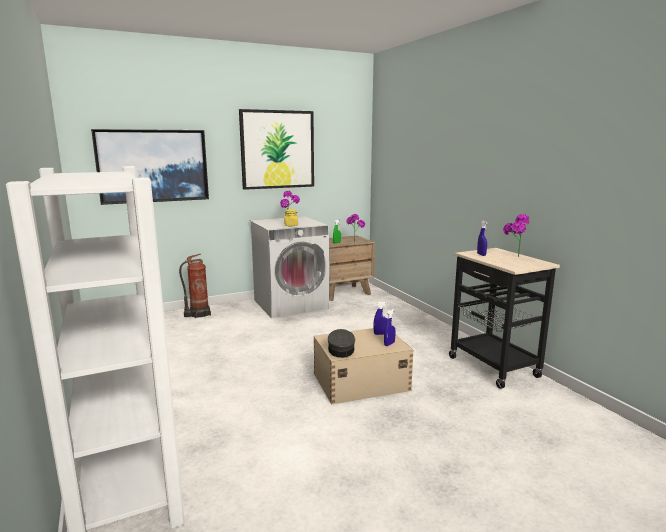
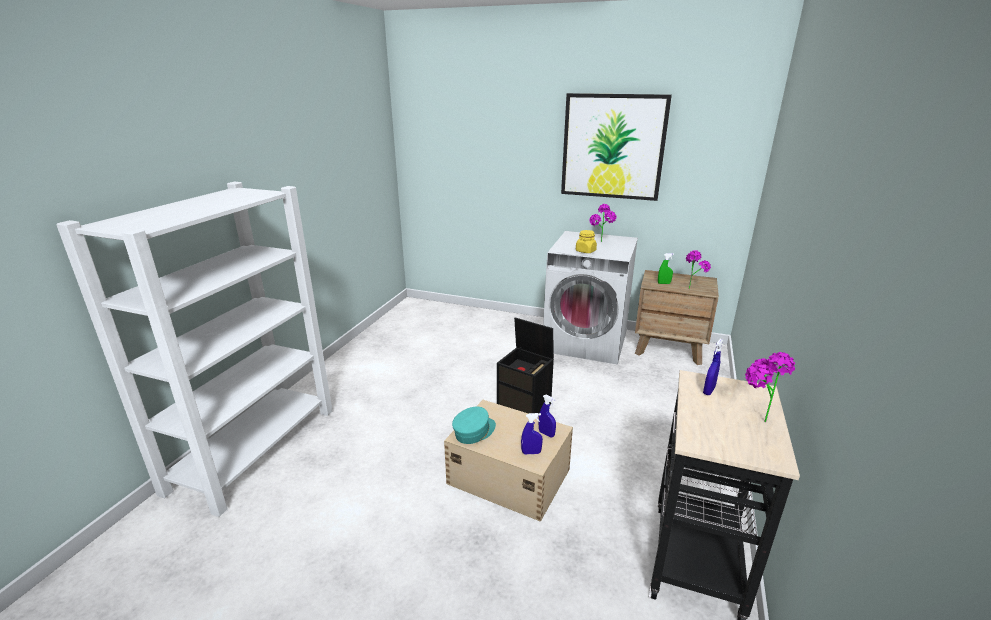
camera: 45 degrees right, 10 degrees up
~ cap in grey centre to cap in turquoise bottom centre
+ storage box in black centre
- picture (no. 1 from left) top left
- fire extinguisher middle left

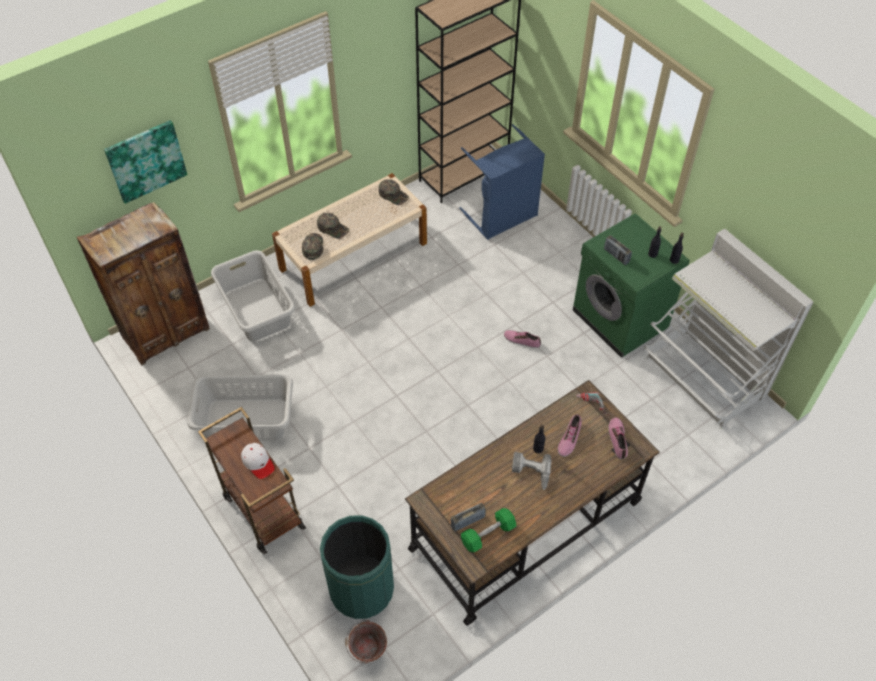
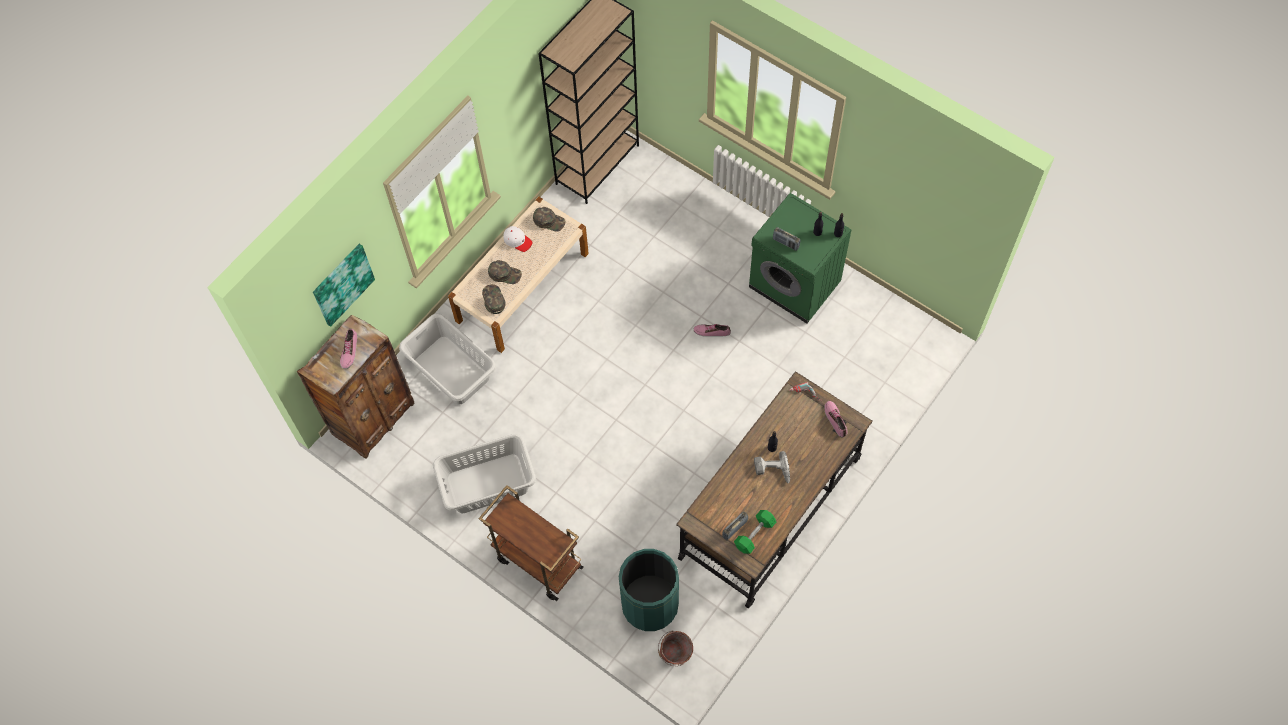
camera: 15 degrees left, 10 degrees up
~ shoe (no. 2 from left in the first image) centre to shoe (no. 1 from left) middle left
~ cap in white bottom left to top centre
- laundry basket in blue top centre
- shoe rack in white middle right

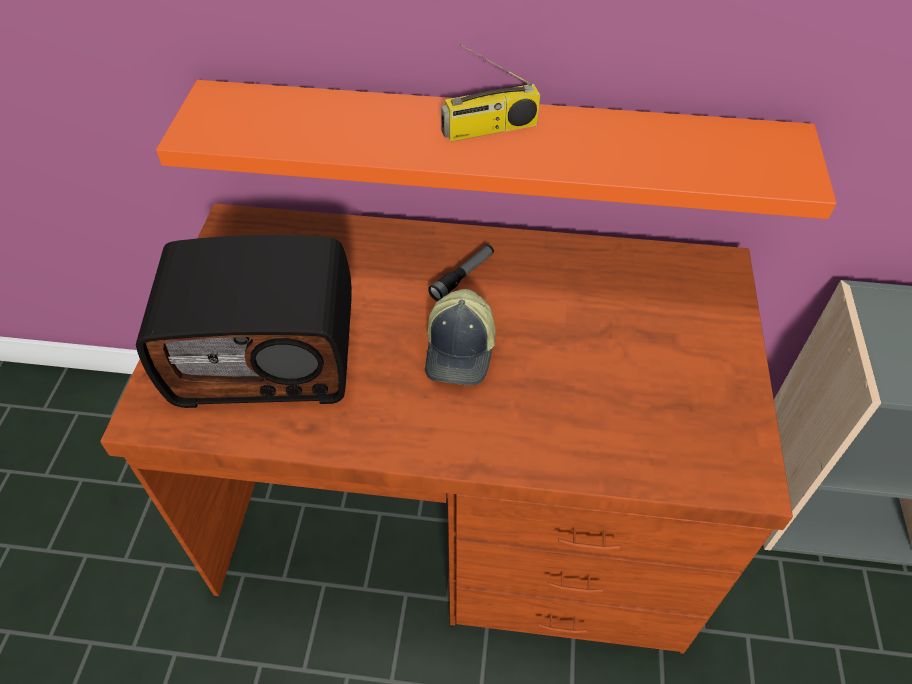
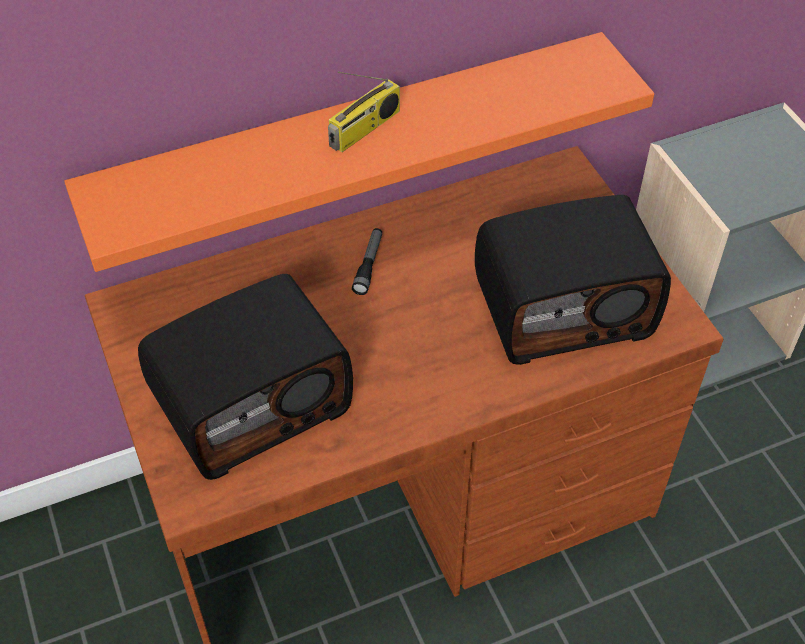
camera: 30 degrees left, 0 degrees up
+ radio (no. 3 from left) middle right
- cap centre

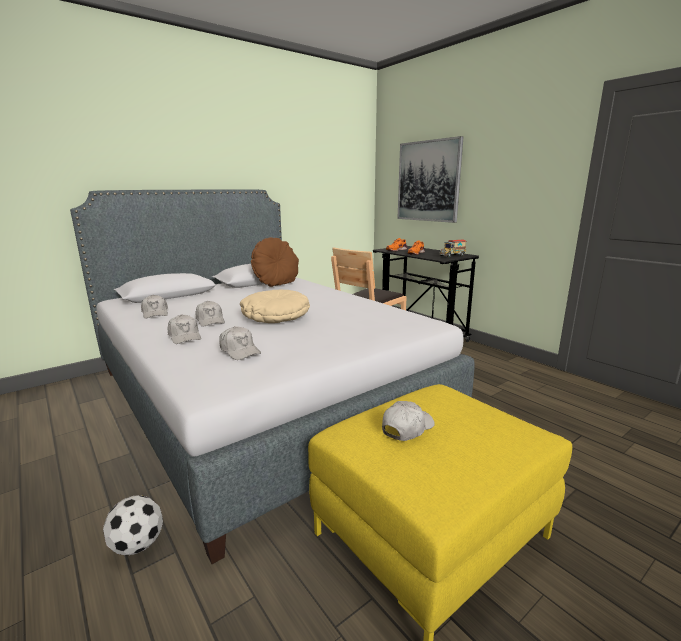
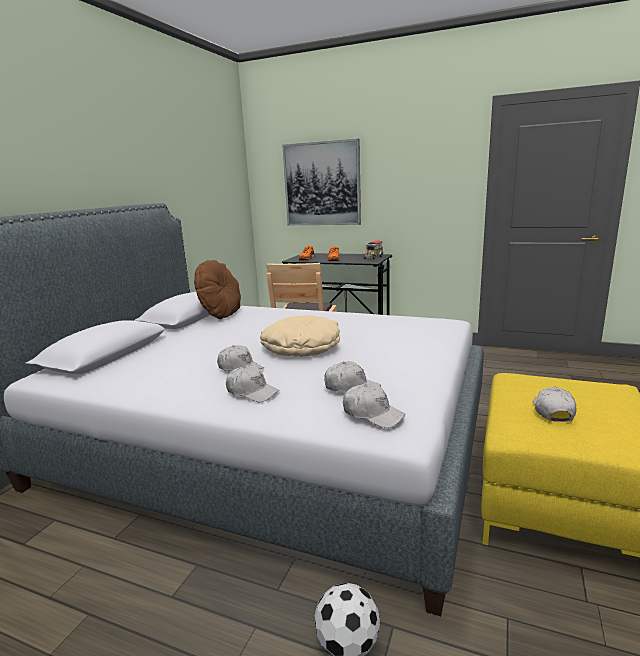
camera: 30 degrees left, 0 degrees up
~ cap in white (no. 1 from left in the first image) middle left to cap in white (no. 4 from left) centre

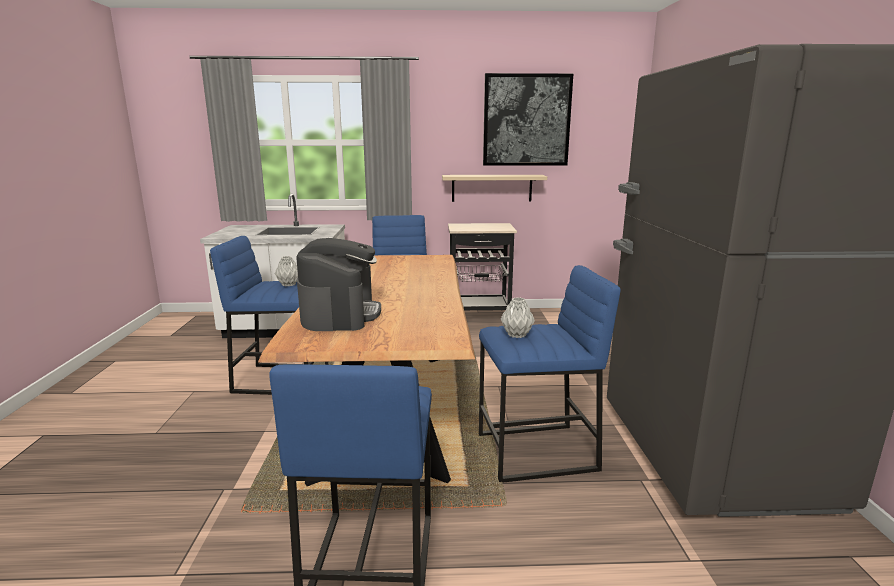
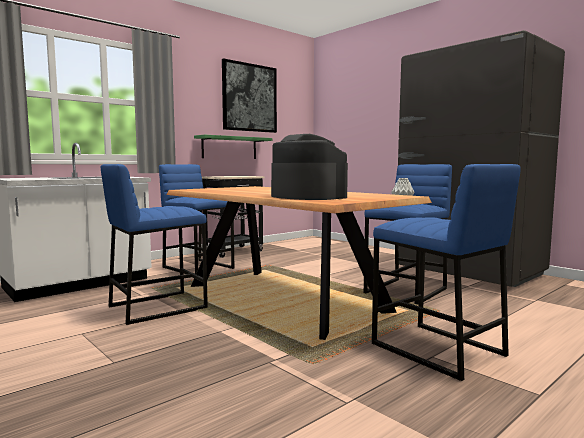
camera: 40 degrees left, 10 degrees down
~ shelf in beige top centre to shelf in green centre
- vase in grey (no. 1 from left) middle left

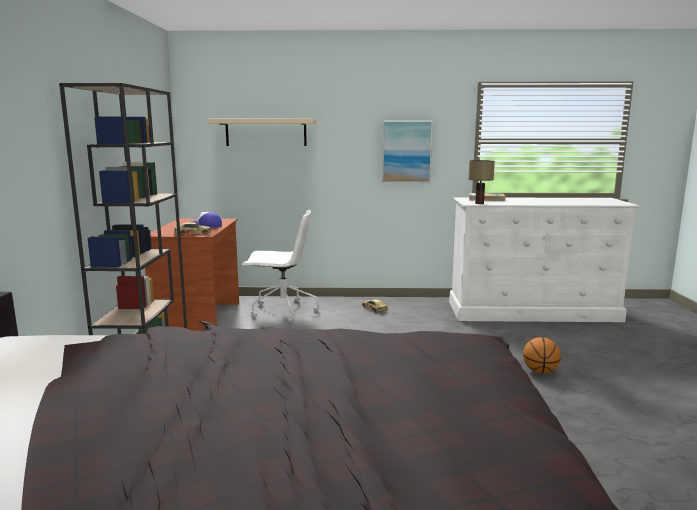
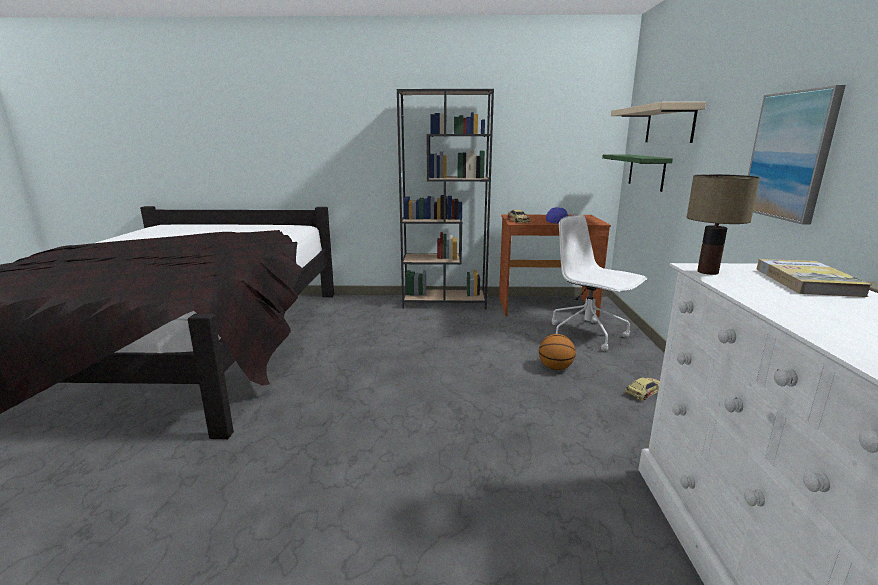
camera: 90 degrees right, 5 degrees up
~ basketball bottom right to centre
~ office chair in white centre = middle right 135 degrees clockwise
+ shelf in green top right

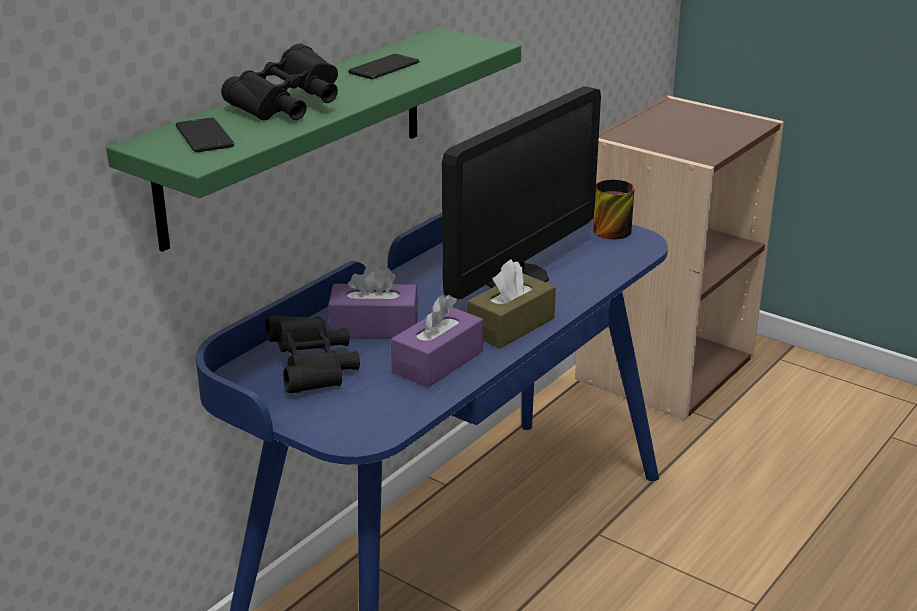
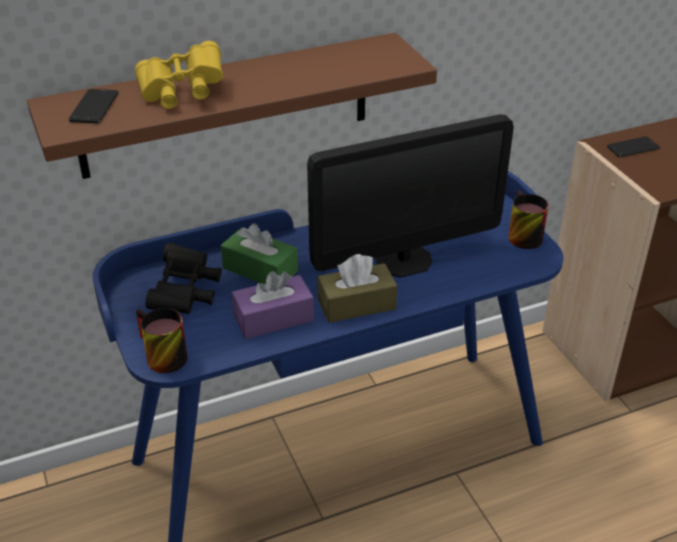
camera: 30 degrees right, 10 degrees up
~ shelf in green top centre to shelf in brown top centre
~ binoculars in black (no. 1 from left) top left to binoculars in yellow top left
+ mug (no. 1 from left) middle left
~ tissue box in purple (no. 1 from left) centre to tissue box in green centre
~ phone (no. 2 from left) top centre to top right

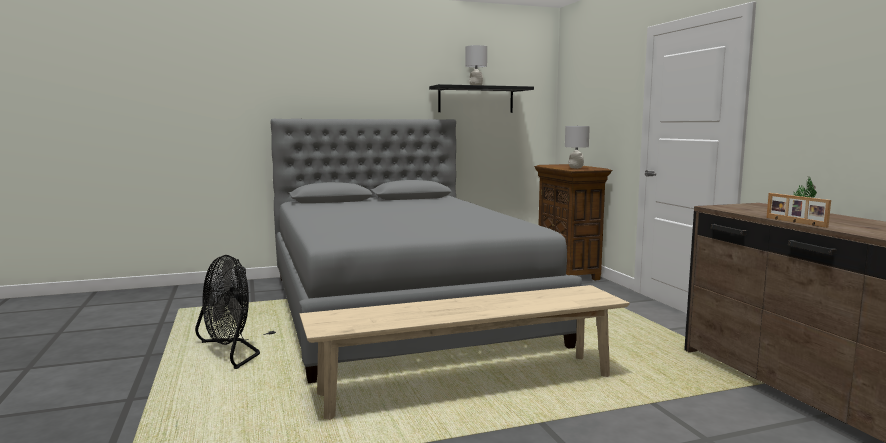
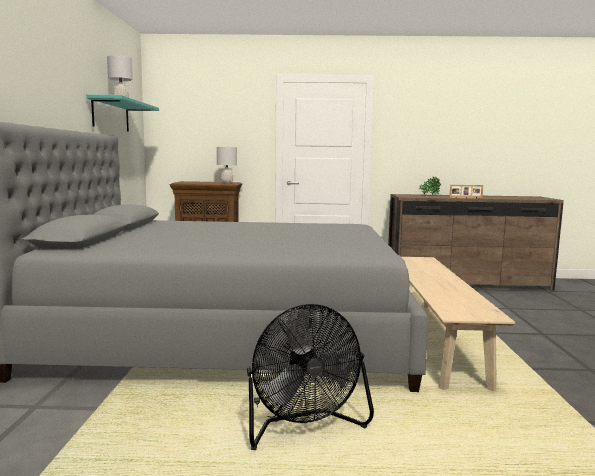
camera: 70 degrees left, 0 degrees up
~ shelf in black top centre to shelf in turquoise top left

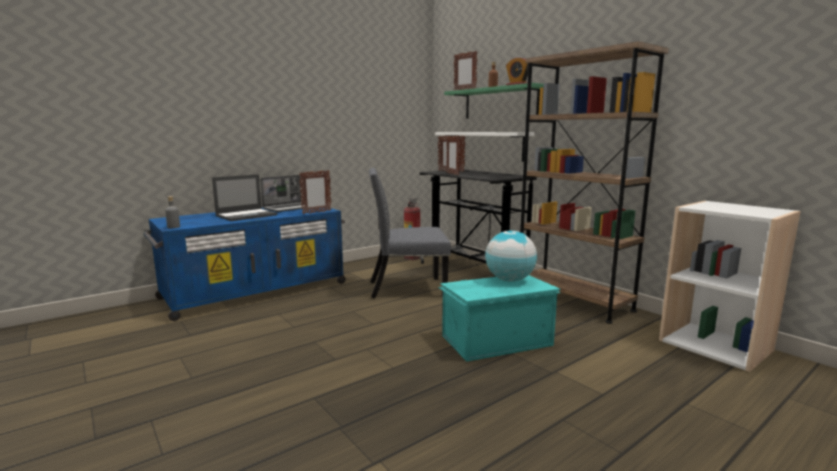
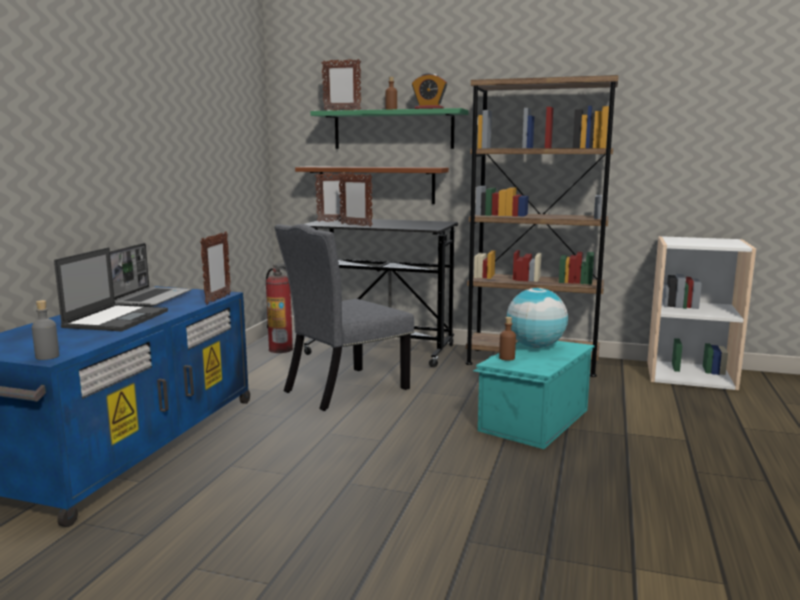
camera: 35 degrees left, 0 degrees up
~ shelf in white top centre to shelf in brown top centre
+ bottle in brown (no. 2 from left) centre

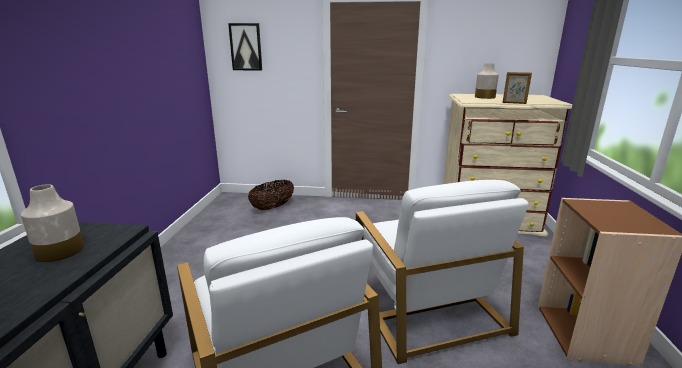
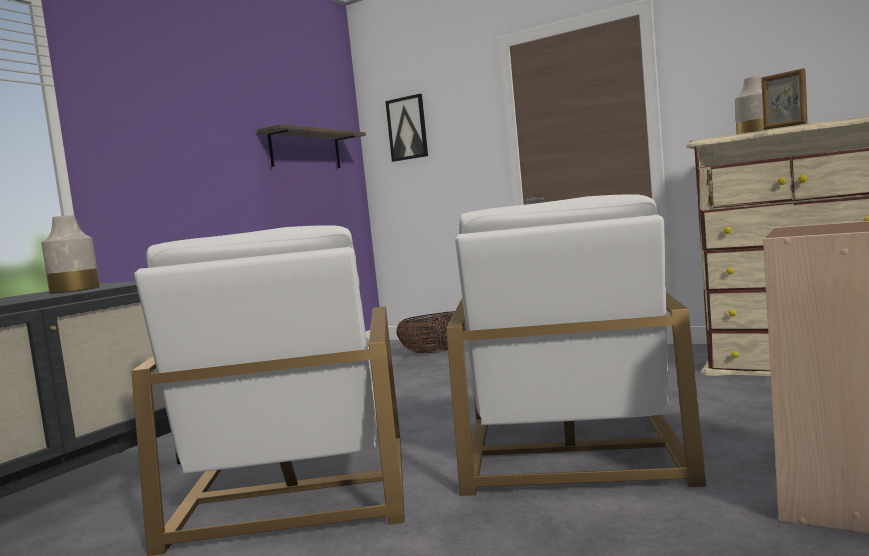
camera: 25 degrees right, 15 degrees down
+ shelf top centre

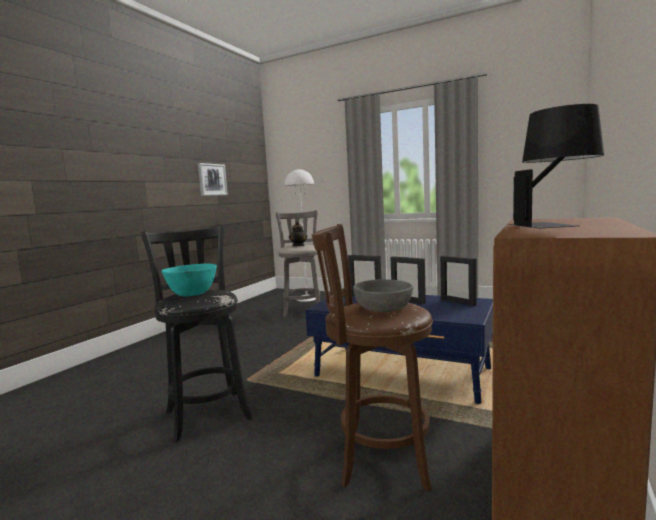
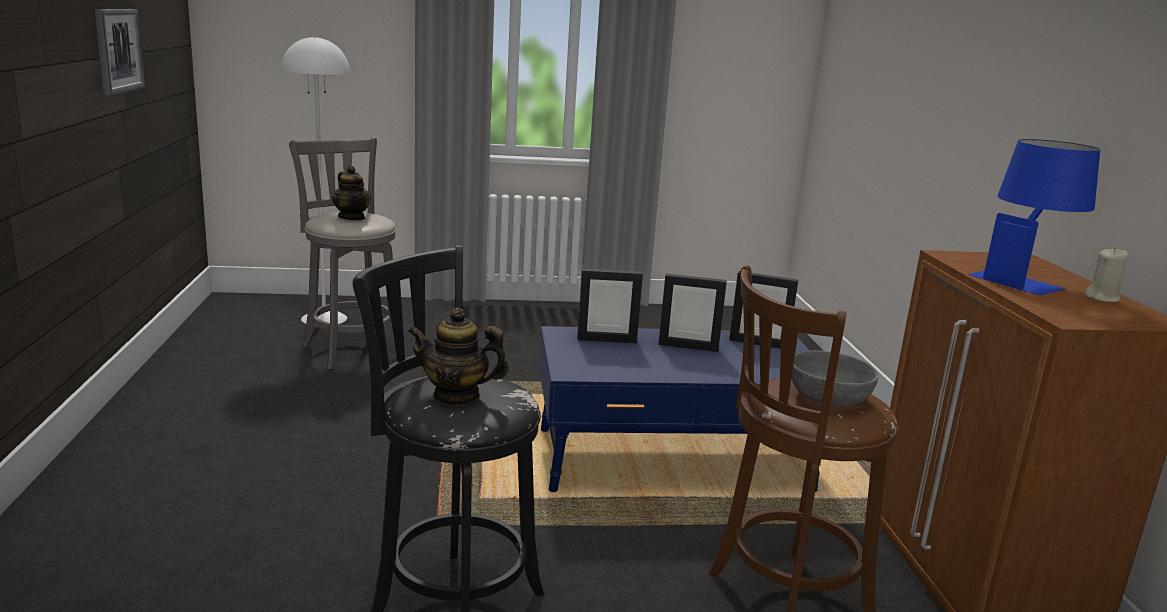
camera: 35 degrees left, 10 degrees up
~ bowl in turquoise middle left to teapot (no. 2 from left) centre
~ table lamp in black top right to table lamp in blue middle right
+ candle in beige middle right

